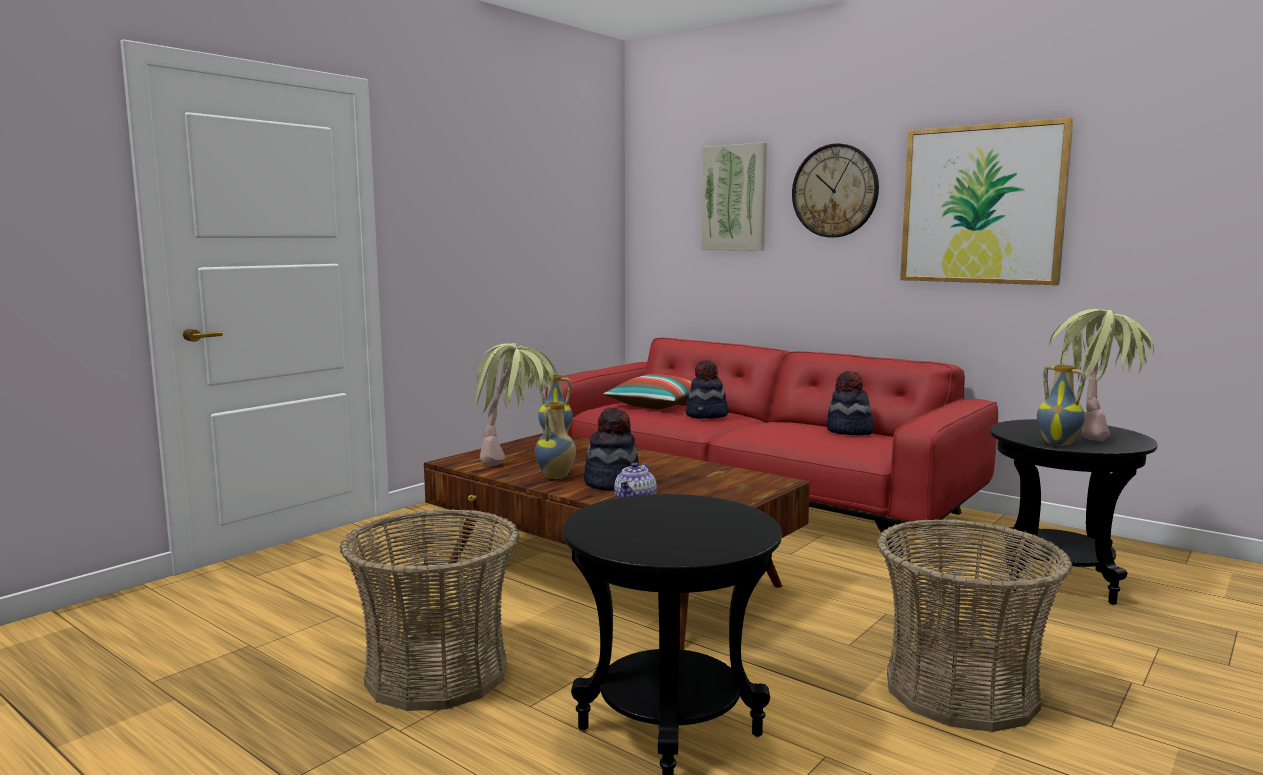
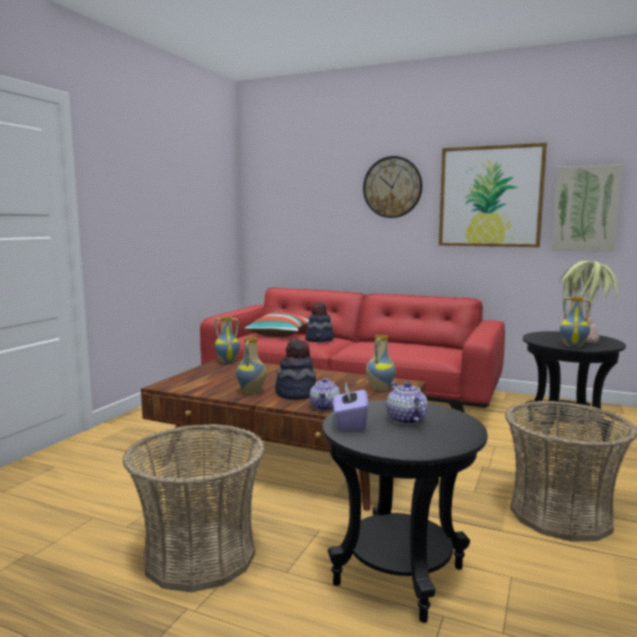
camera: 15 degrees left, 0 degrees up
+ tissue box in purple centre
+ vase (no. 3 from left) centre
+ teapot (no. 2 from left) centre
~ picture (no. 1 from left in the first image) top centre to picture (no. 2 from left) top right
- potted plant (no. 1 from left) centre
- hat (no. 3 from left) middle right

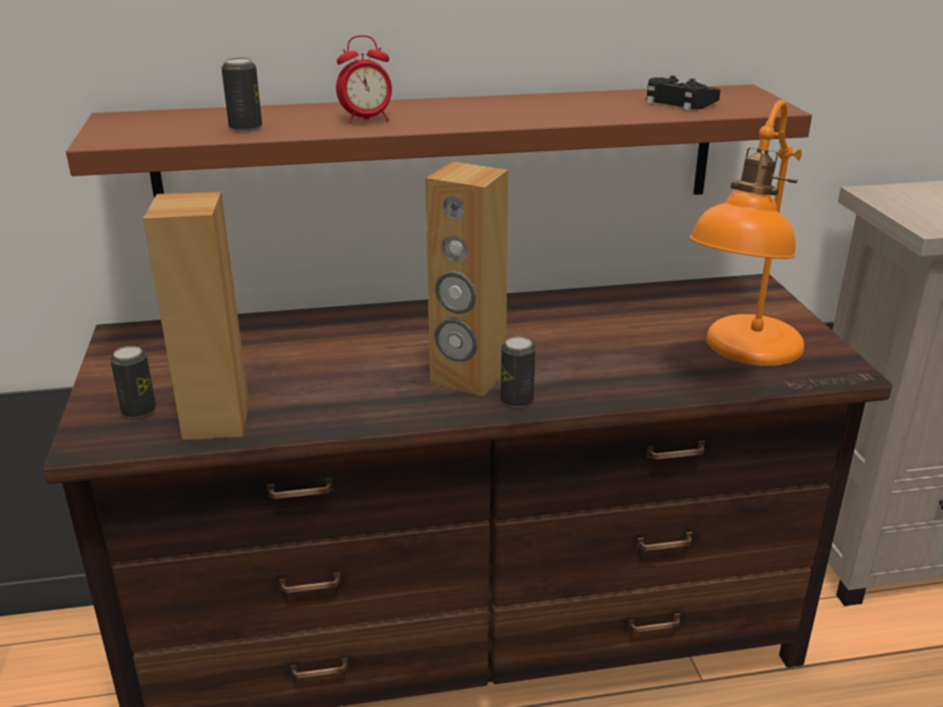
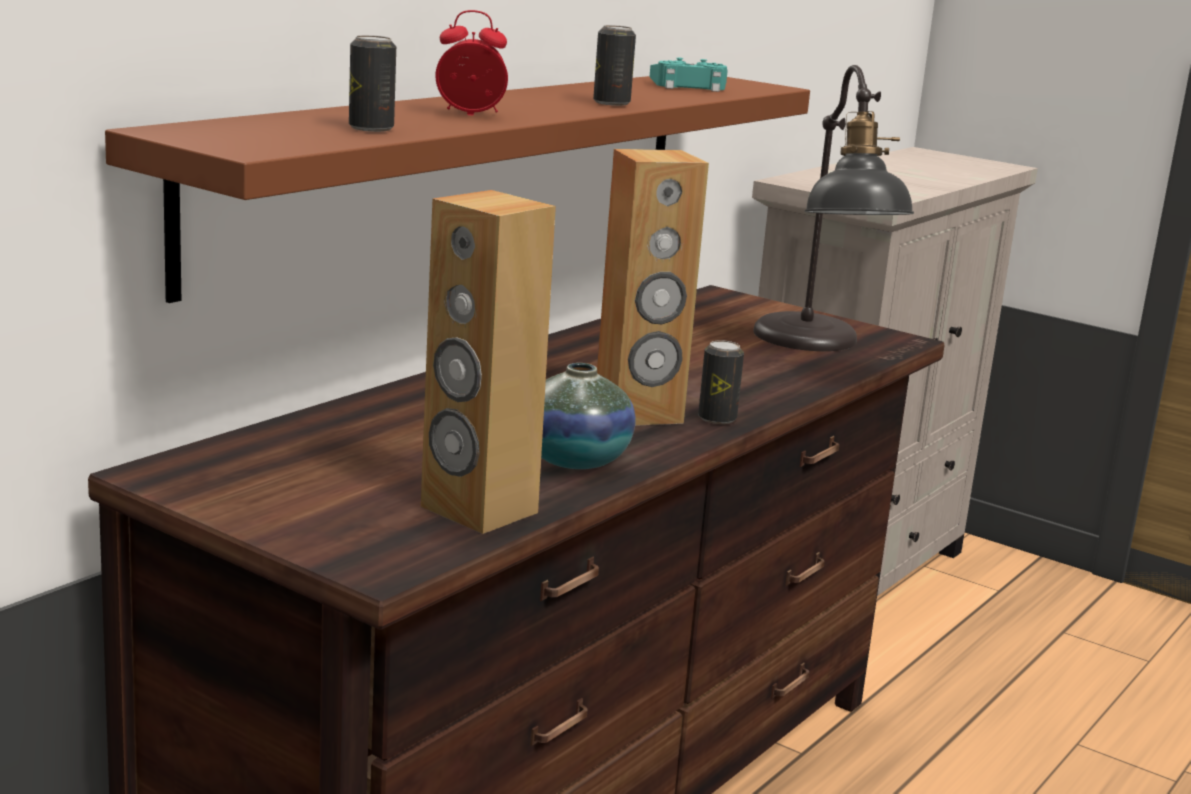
camera: 45 degrees left, 10 degrees down
~ alarm clock top centre = top centre 120 degrees counterclockwise
+ vase centre
~ can (no. 1 from left in the first image) middle left to can (no. 2 from left) top centre
~ game controller in black top right to game controller in turquoise top centre
~ table lamp in orange top right to table lamp in grey top right

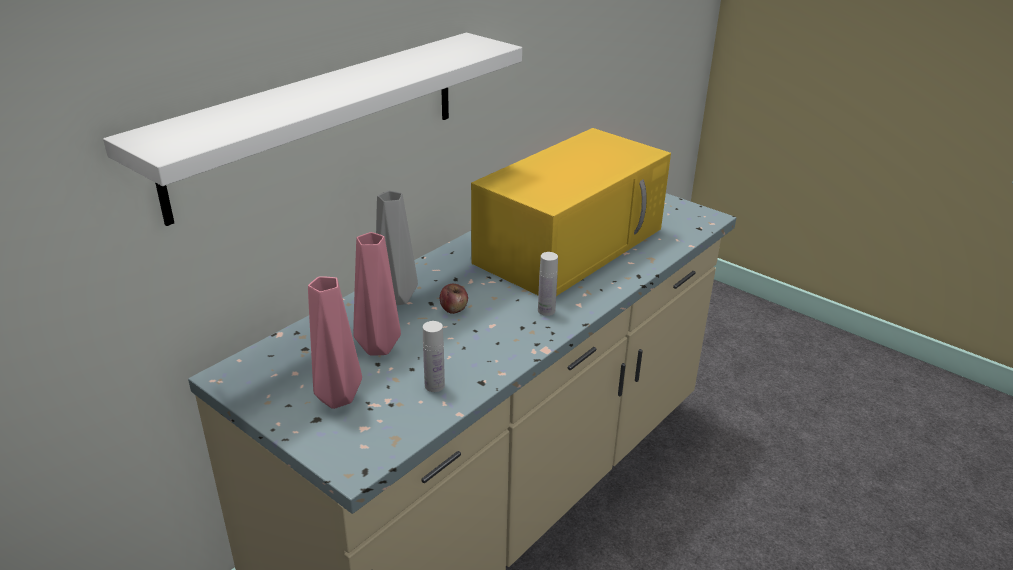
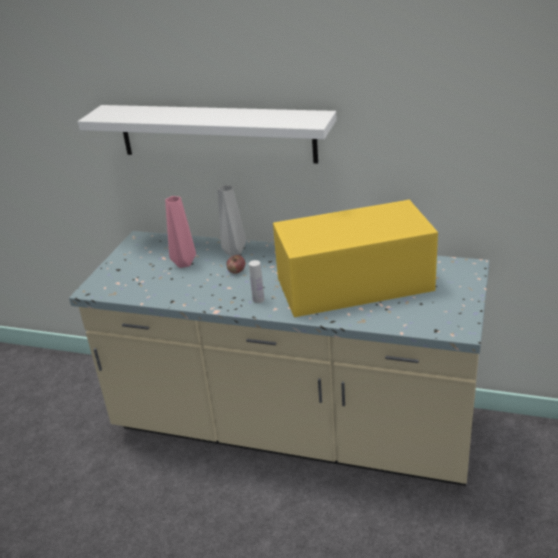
camera: 70 degrees right, 0 degrees up
~ microwave in yellow centre = centre 150 degrees clockwise
- vase in pink (no. 1 from left) middle left
- bottle in white (no. 1 from left) centre

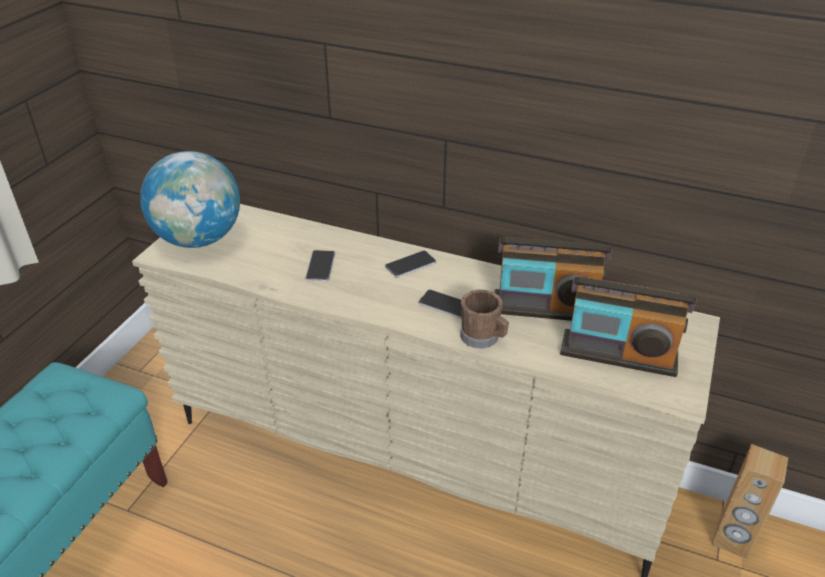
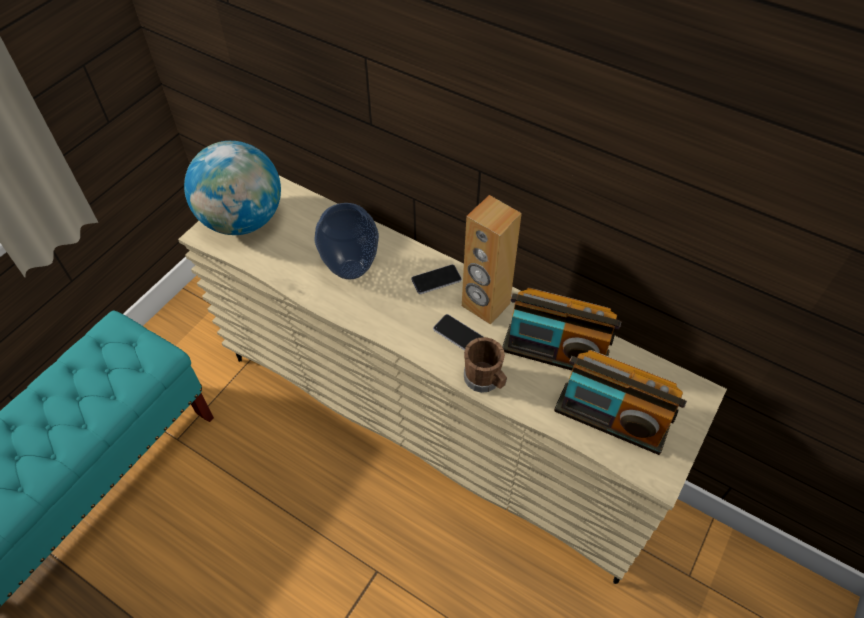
camera: 10 degrees right, 15 degrees up
~ phone (no. 1 from left) centre to vase centre
~ speaker in brown bottom right to centre

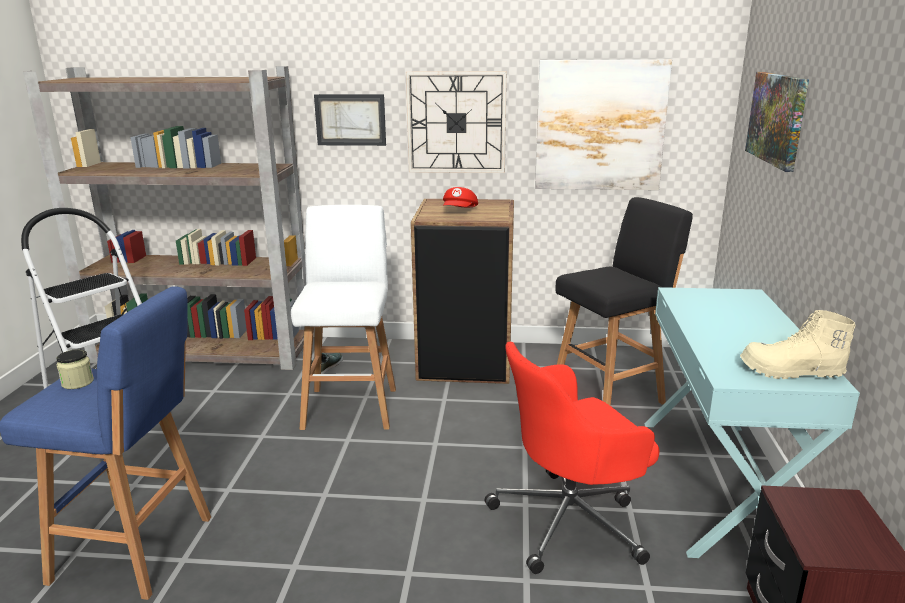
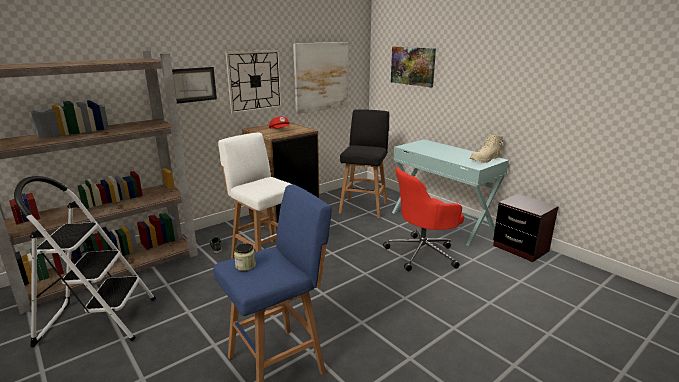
camera: 45 degrees left, 0 degrees up
~ office chair in red bottom centre = centre 45 degrees clockwise

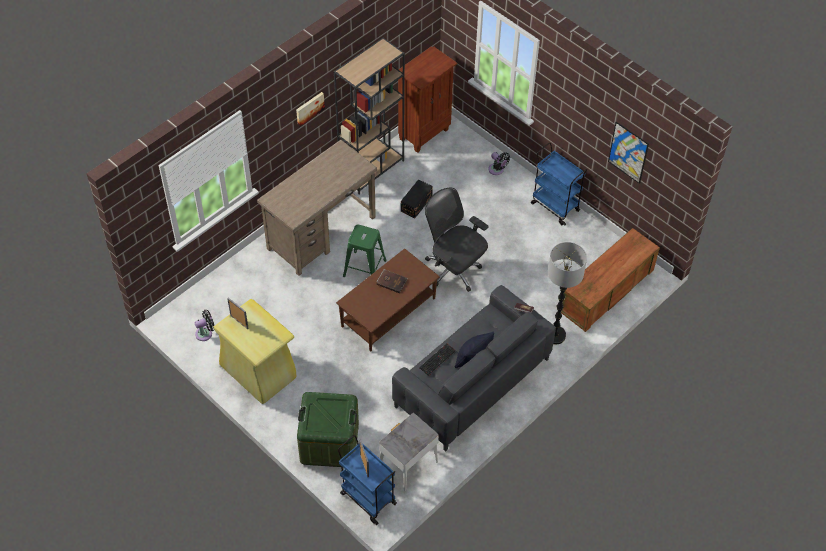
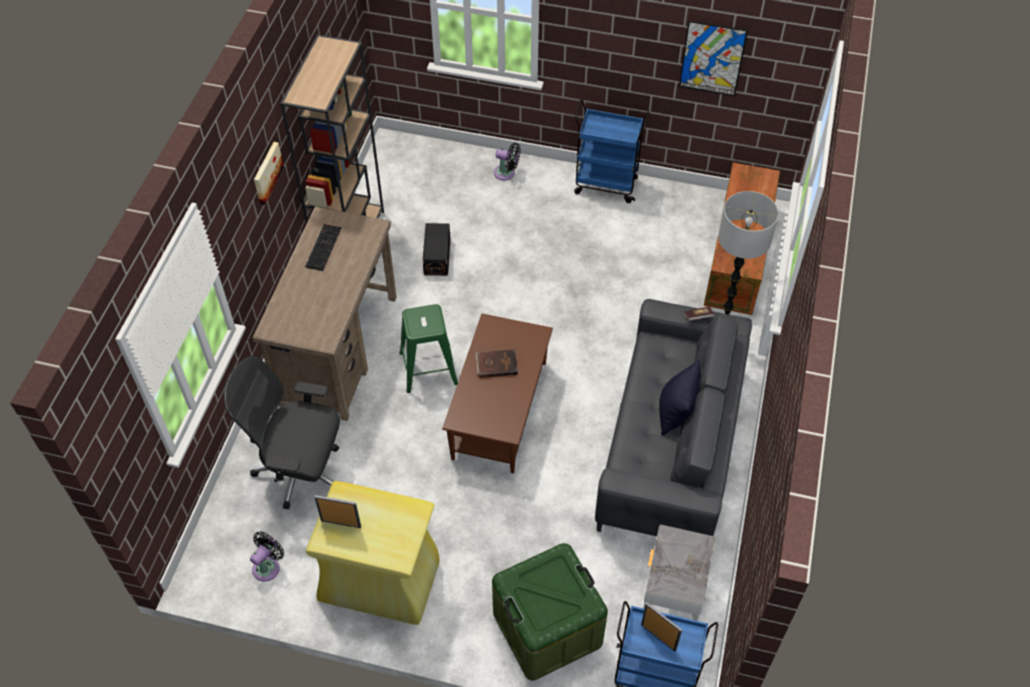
camera: 30 degrees left, 0 degrees up
~ office chair centre to middle left
~ keyboard centre to middle left
- cabinet in brown top centre

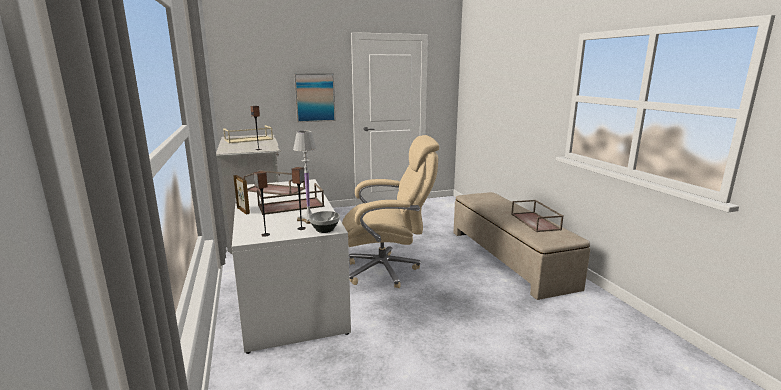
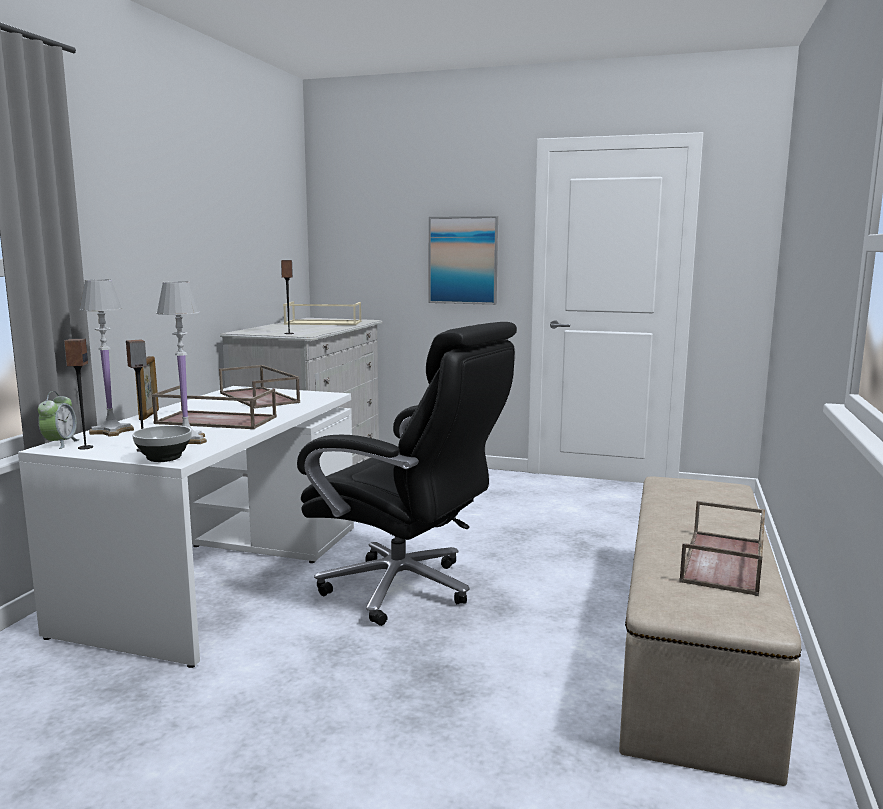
camera: 35 degrees right, 5 degrees down
+ alarm clock middle left
+ table lamp in white (no. 1 from left) middle left
~ office chair in beige centre to office chair in black centre

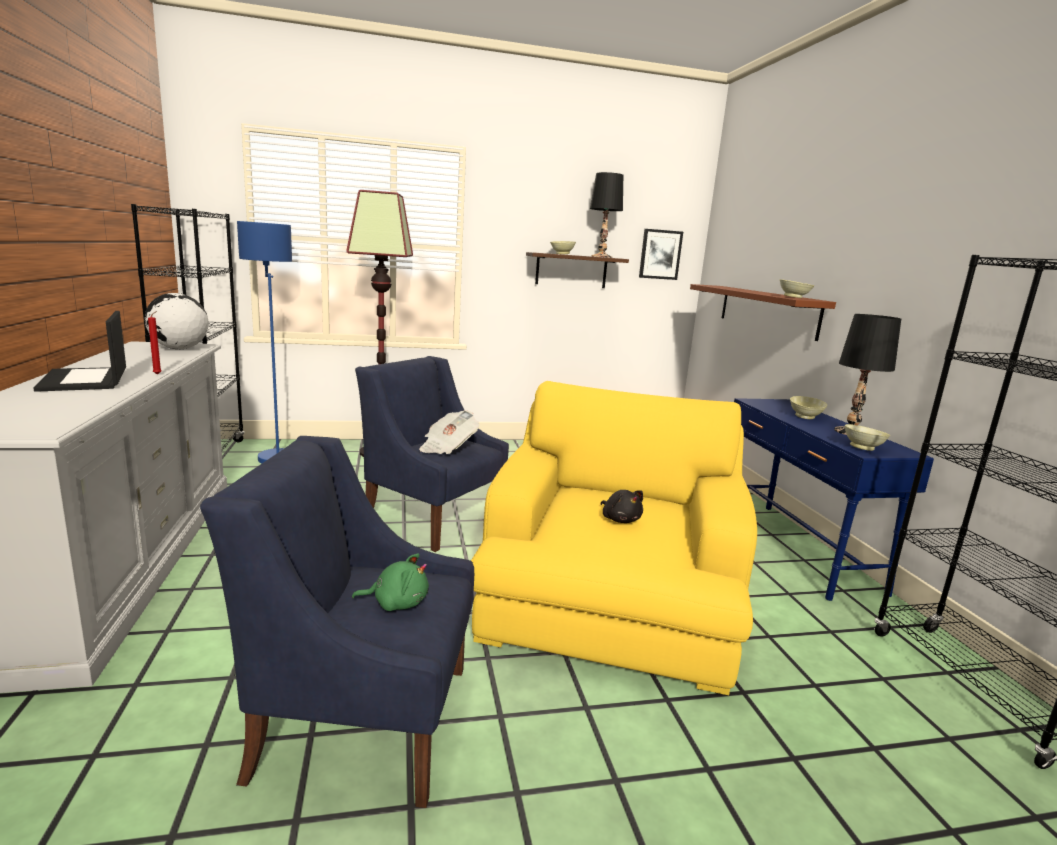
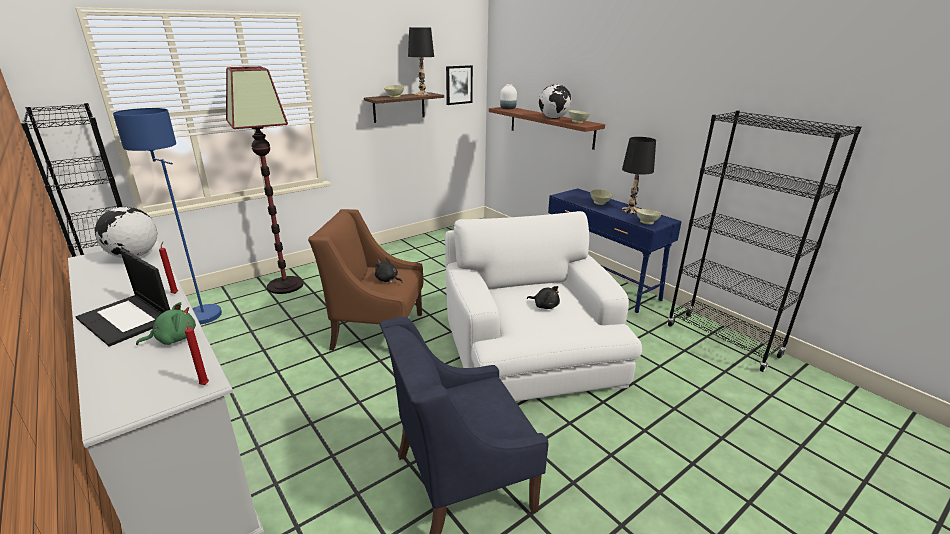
camera: 25 degrees left, 10 degrees up
~ plush toy in green bottom centre to middle left
+ candle in red (no. 2 from left) middle left
~ armchair in blue (no. 2 from left) centre to armchair in brown centre
~ newspaper centre to plush toy in black (no. 1 from left) centre
~ armchair in yellow centre to armchair in white centre
+ vase in white top centre
+ globe (no. 2 from left) top centre

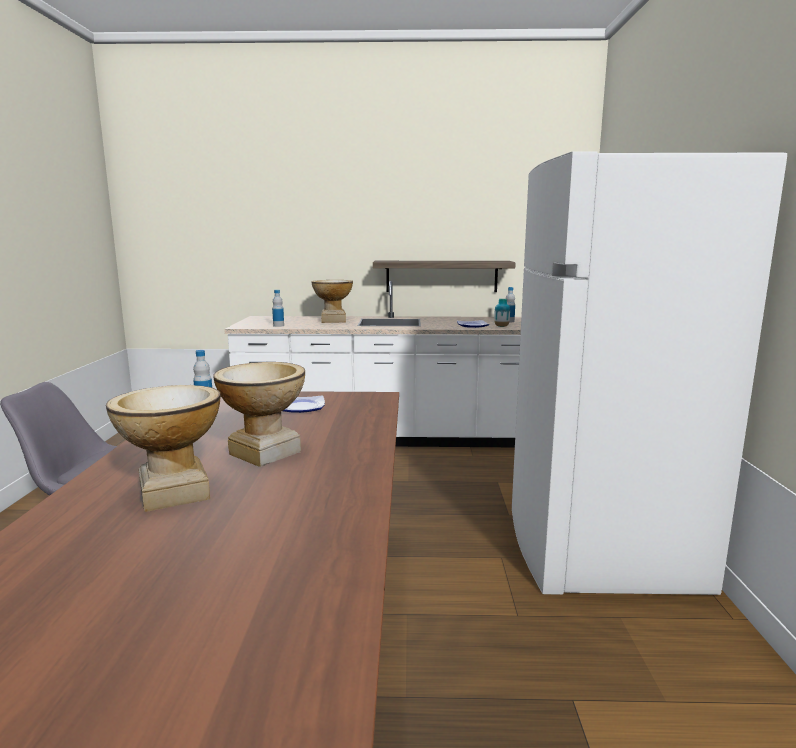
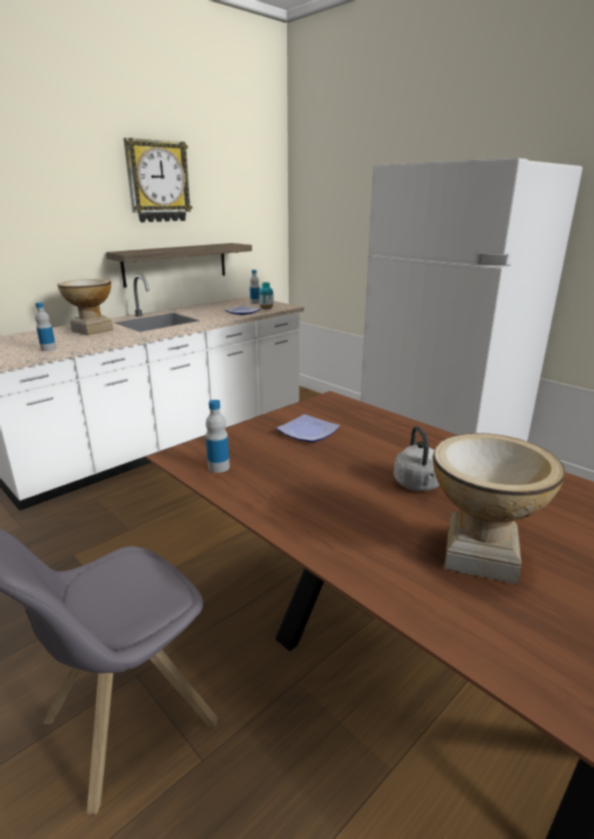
camera: 45 degrees left, 10 degrees up
+ wall clock top left
~ vase (no. 2 from left) middle left to kettle in grey middle right

